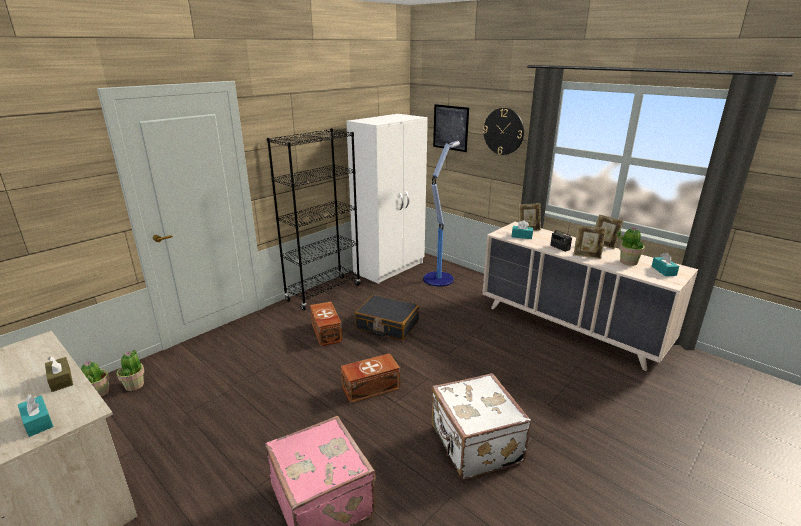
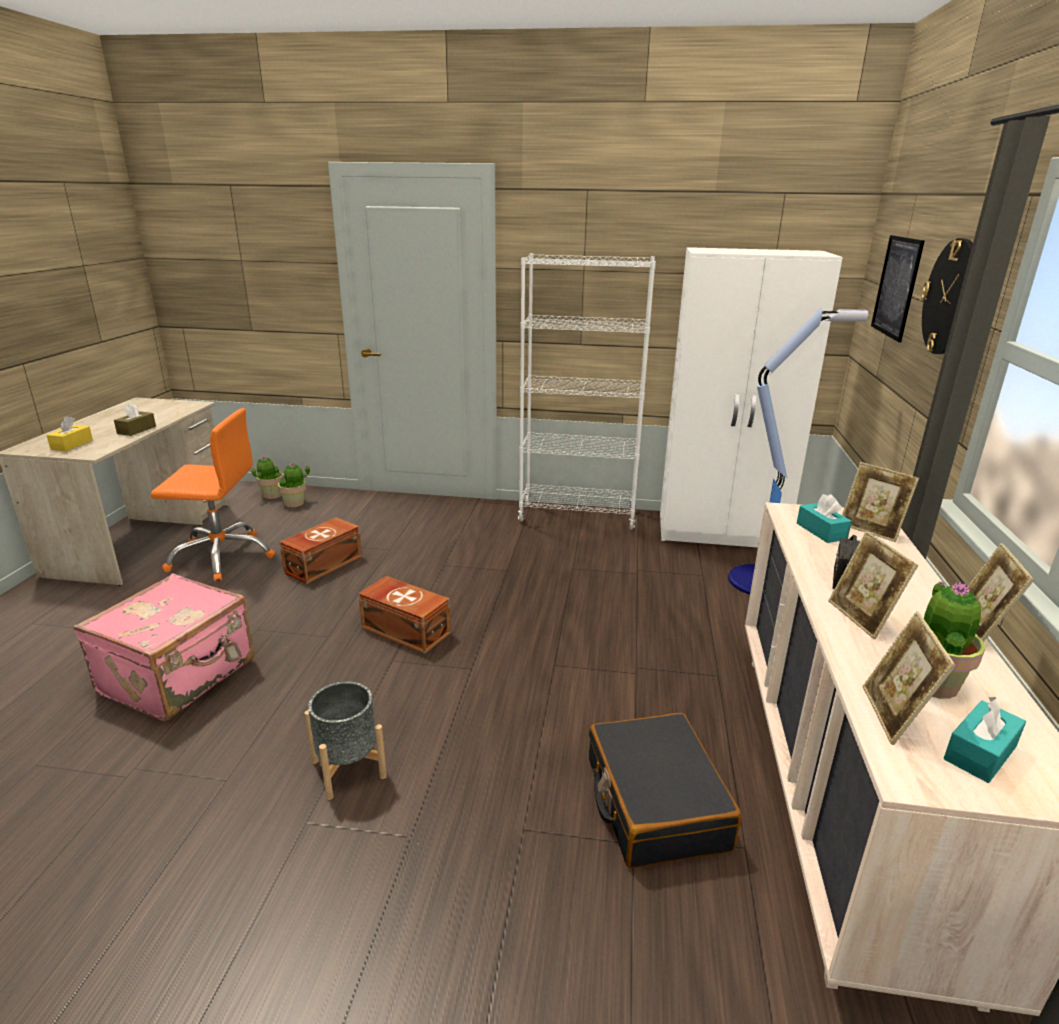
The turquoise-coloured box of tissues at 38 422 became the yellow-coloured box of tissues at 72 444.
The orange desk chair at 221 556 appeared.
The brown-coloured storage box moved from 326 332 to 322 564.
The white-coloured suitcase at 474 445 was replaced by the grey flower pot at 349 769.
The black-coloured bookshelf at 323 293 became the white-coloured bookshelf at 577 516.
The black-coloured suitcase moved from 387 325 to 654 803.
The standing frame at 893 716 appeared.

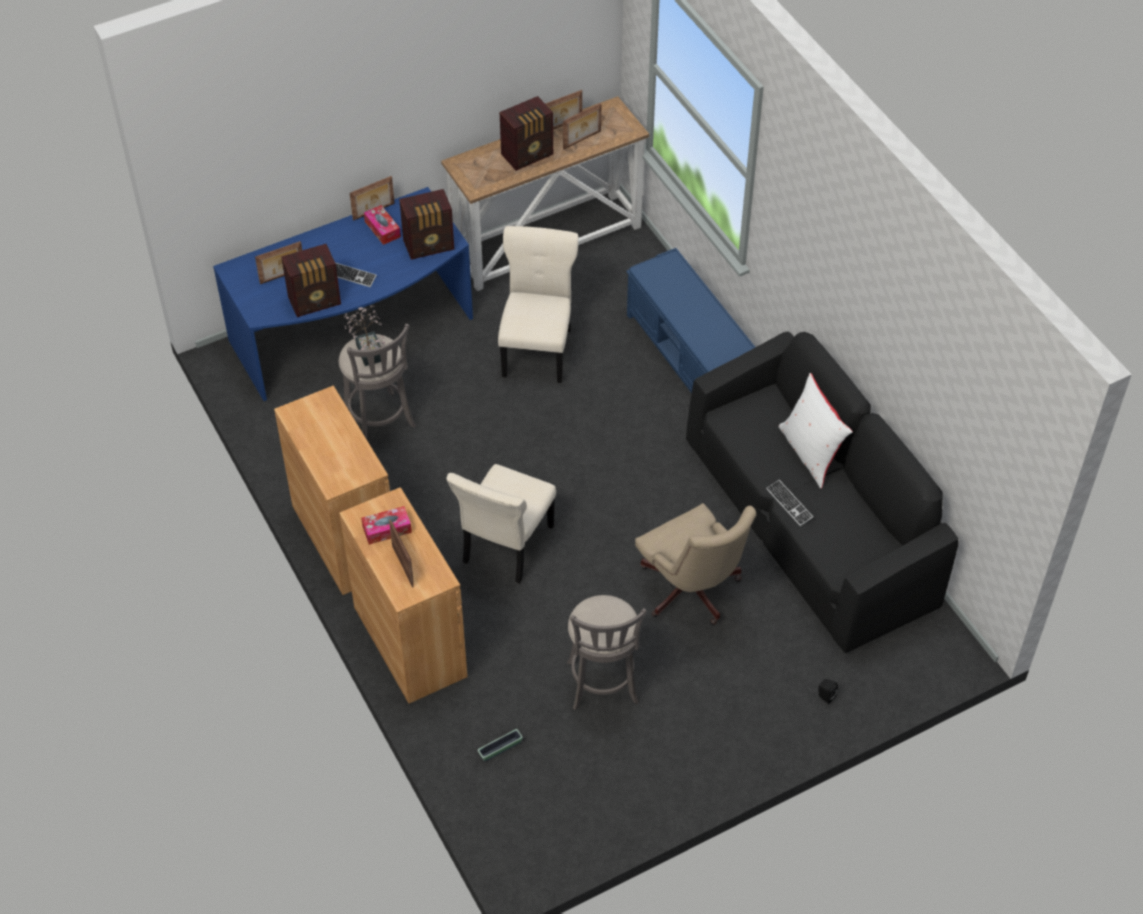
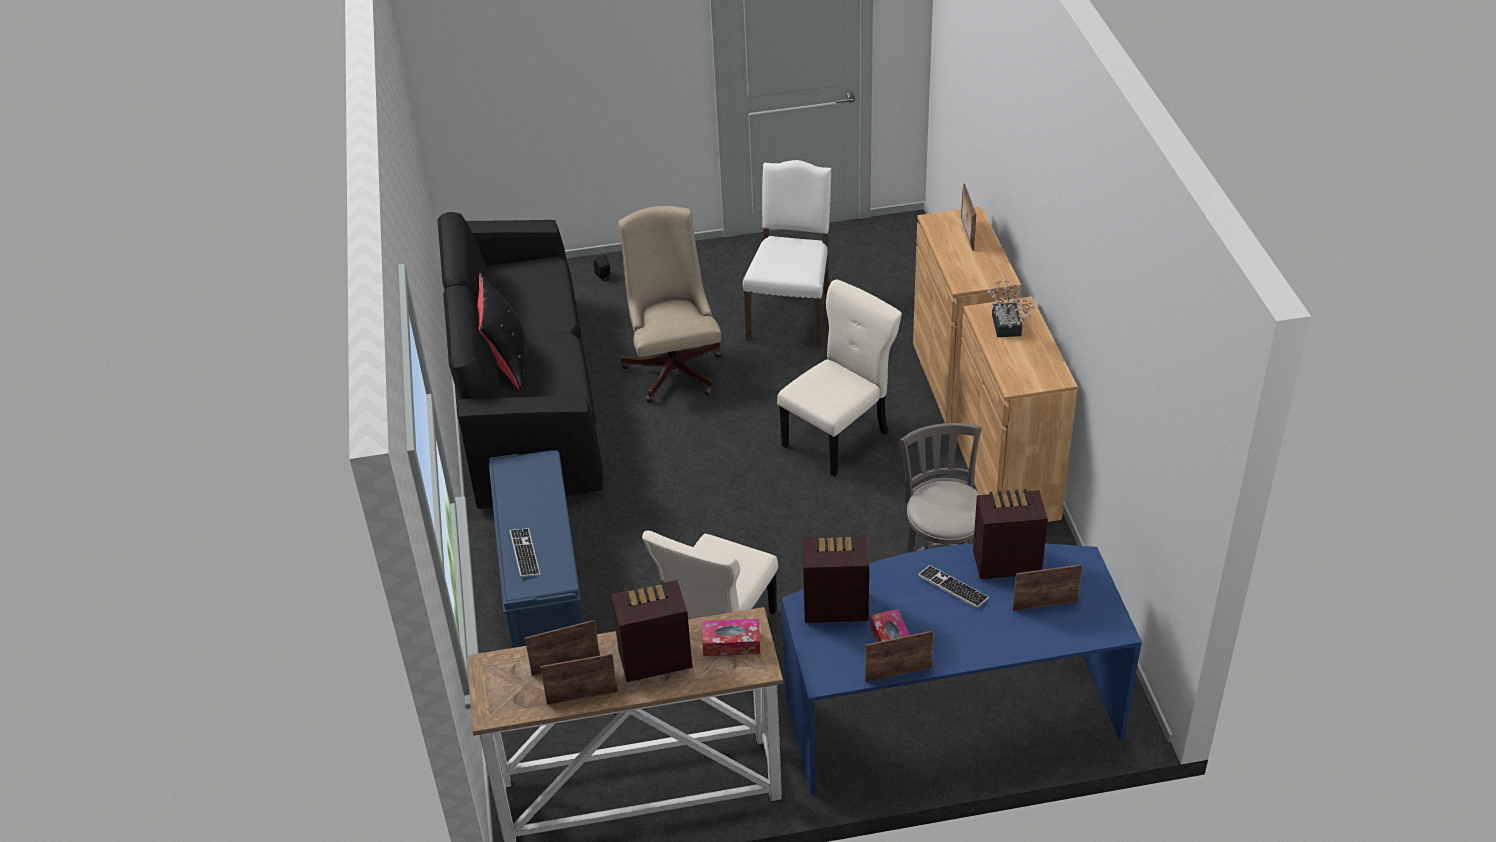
The white-coloured throw pillow at 810 453 became the black-coloured throw pillow at 506 361.
The keyboard moved from 789 503 to 524 553.
The box of tissues moved from 387 529 to 731 643.
The grey stool at 603 686 was replaced by the white-coloured chair at 792 316.
The plant in a pot moved from 369 349 to 1006 328.
The flower pot at 500 749 disappeared.

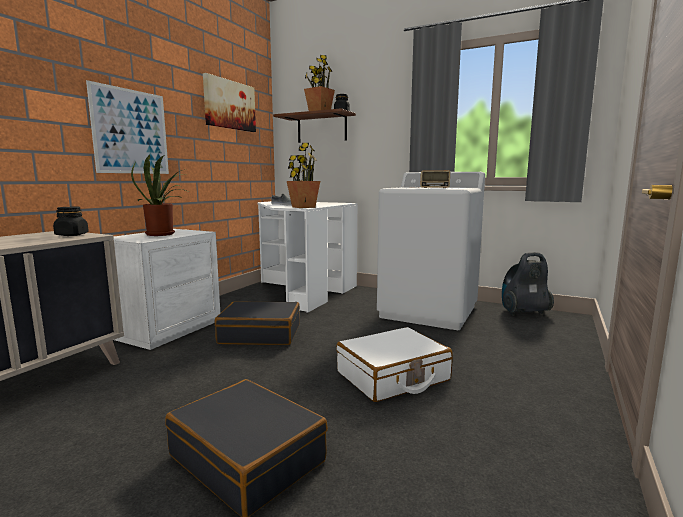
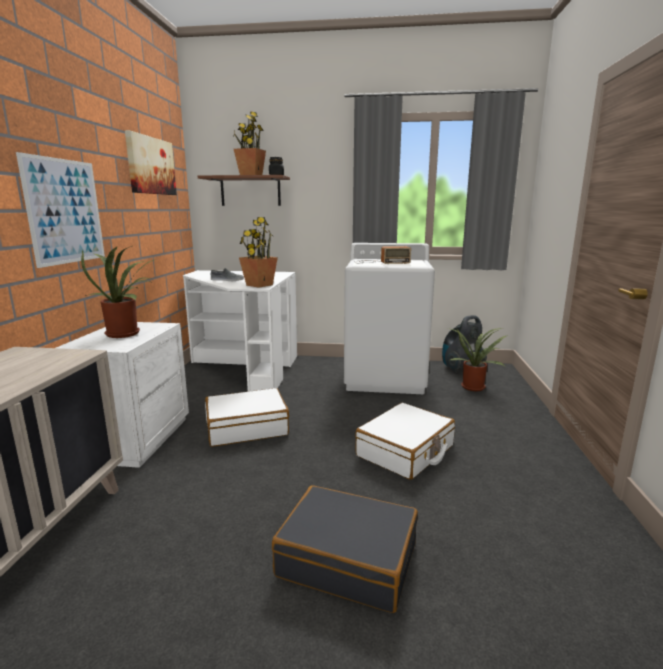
The black-coloured suitcase at 260 334 became the white-coloured suitcase at 246 427.
The plant in a pot at 474 386 appeared.
The black-coloured preserve jar at 72 235 disappeared.

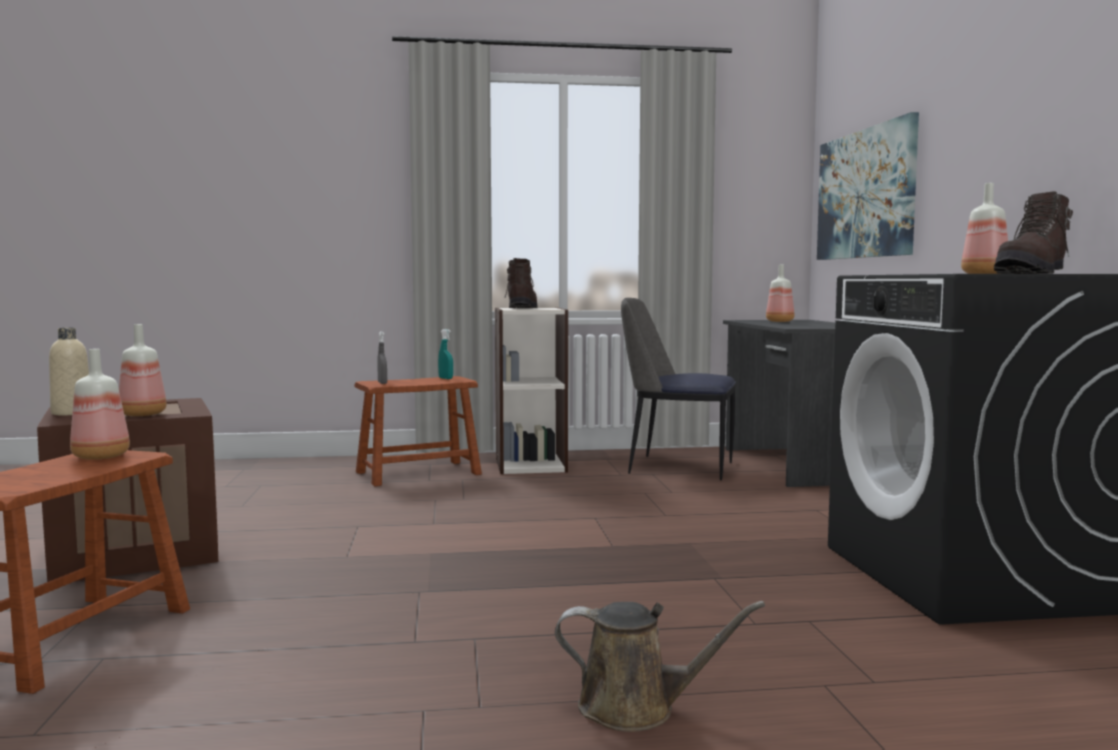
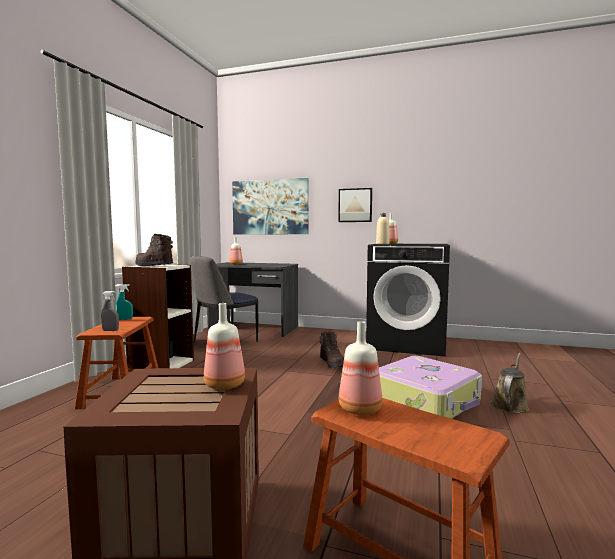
The brown-coloured tall boot moved from 1033 274 to 333 363.
The wall picture at 355 205 appeared.
The sand-coloured bottle moved from 71 413 to 382 244.
The suitcase at 426 401 appeared.

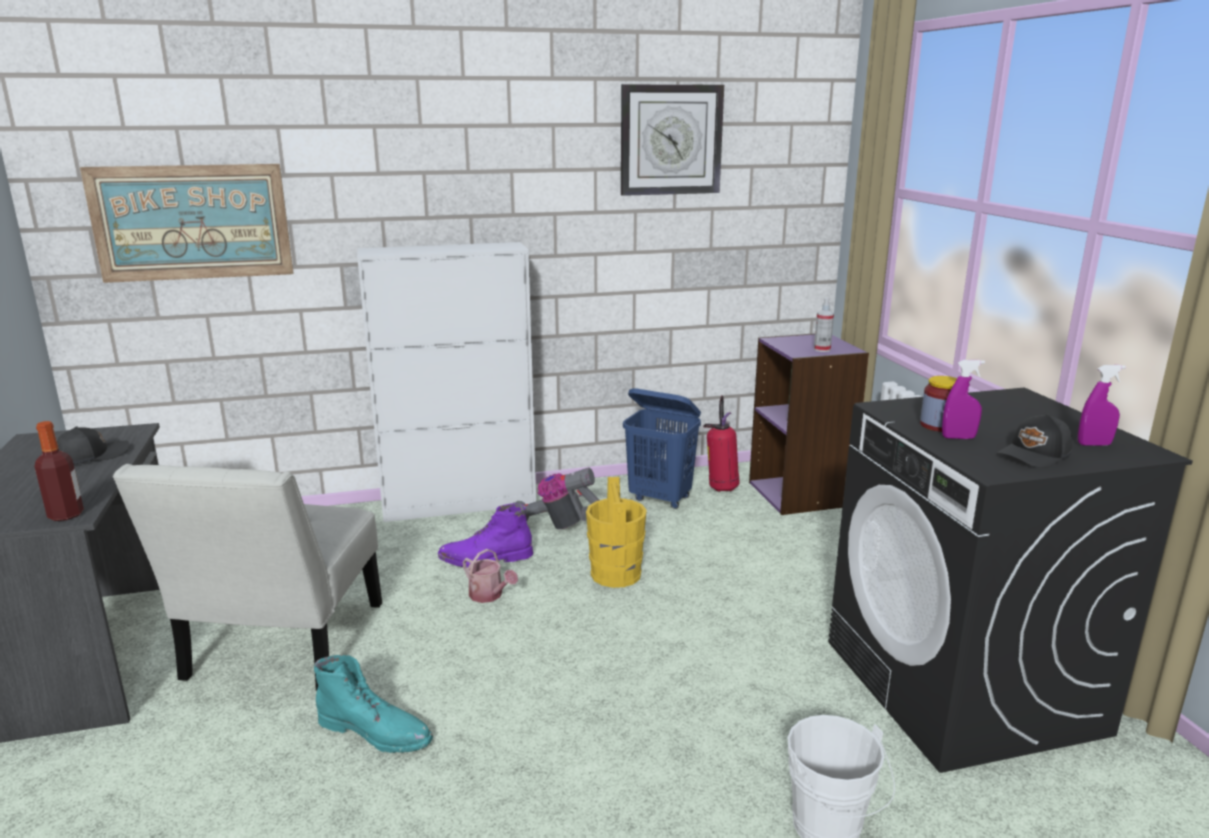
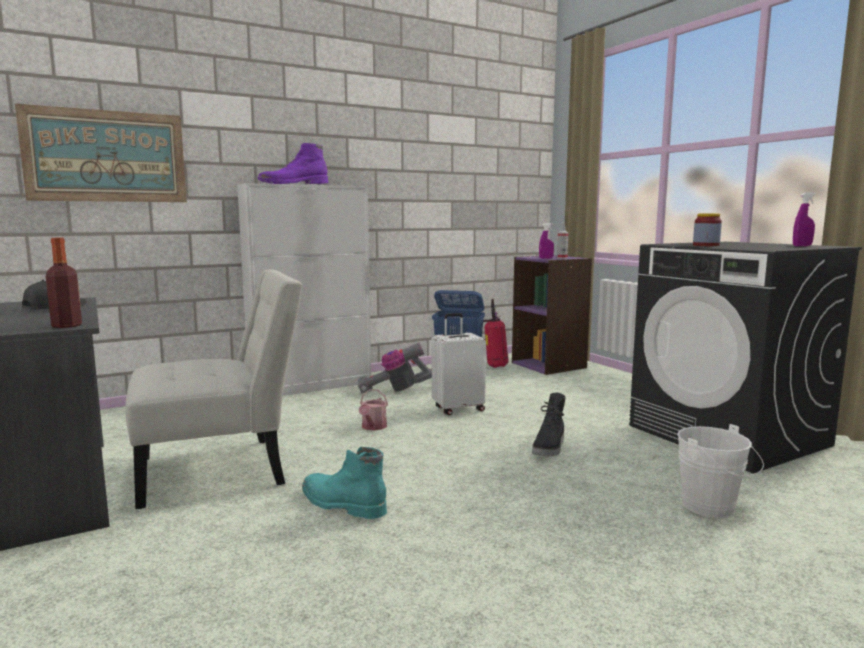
The white-coloured chair at 280 647 turned 105 degrees counterclockwise.
The purple-coloured tall boot moved from 485 559 to 293 184.
The turquoise-coloured tall boot at 377 731 turned 150 degrees counterclockwise.
The sprinkling can at 489 595 turned 75 degrees clockwise.
The yellow-coloured water bucket at 616 574 was replaced by the white-coloured suitcase at 458 409.
The black-coloured tall boot at 550 448 appeared.
The purple-coloured spray bottle moved from 958 438 to 546 258.
The wall clock at 670 140 disappeared.
The black-coloured baseball cap at 1035 455 disappeared.

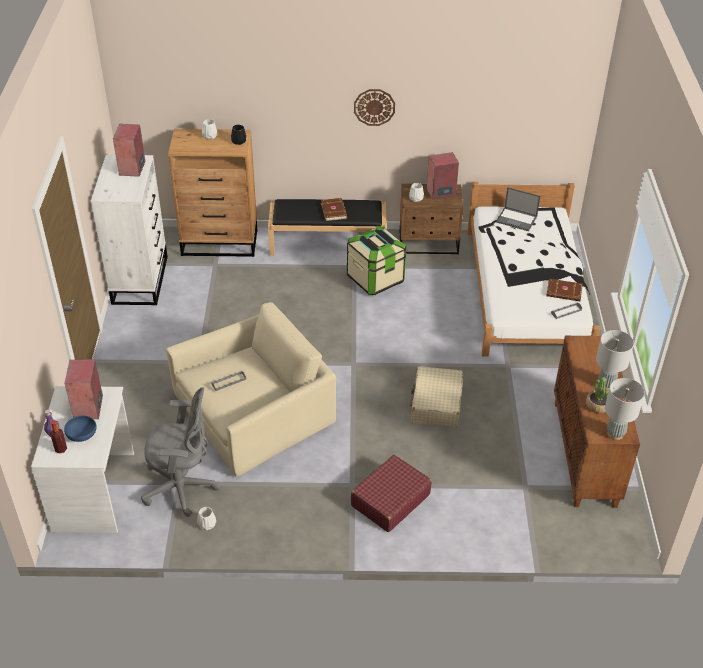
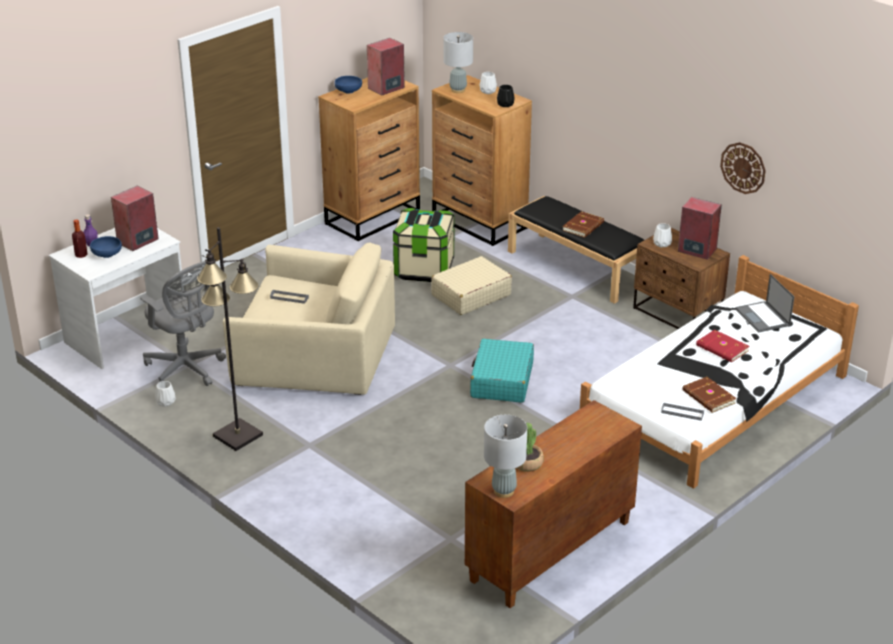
The black-coloured standing lamp at 237 435 appeared.
The white-coloured drawer chest at 140 279 became the brown-coloured drawer chest at 373 217.
The blue deep dish at 348 91 appeared.
The storage box moved from 375 279 to 424 269.
The sand-coloured suitcase moved from 436 404 to 470 295.
The grey table lamp moved from 606 384 to 458 90.
The turquoise-coloured suitcase at 501 381 appeared.
The red-coloured volume at 722 348 appeared.
The wall clock moved from 374 107 to 743 168.
The red-coloured suitcase at 390 500 disappeared.

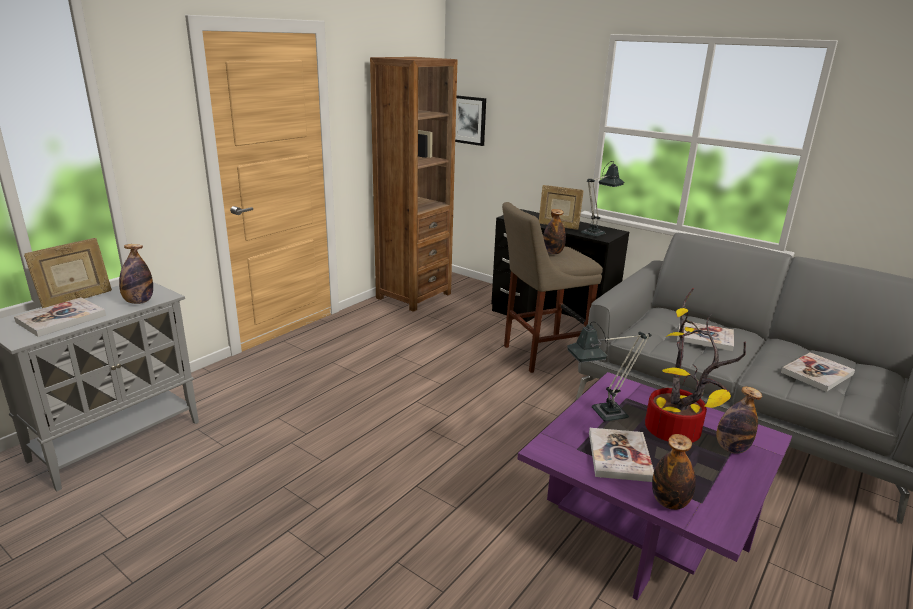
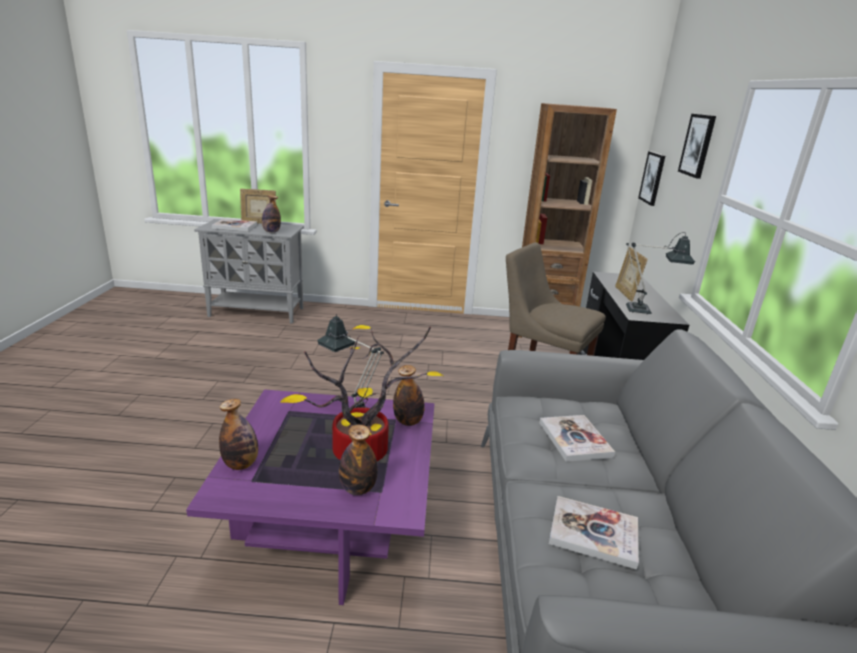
The bottle moved from 552 252 to 408 421.
The wall picture at 697 145 appeared.
The volume at 619 456 disappeared.

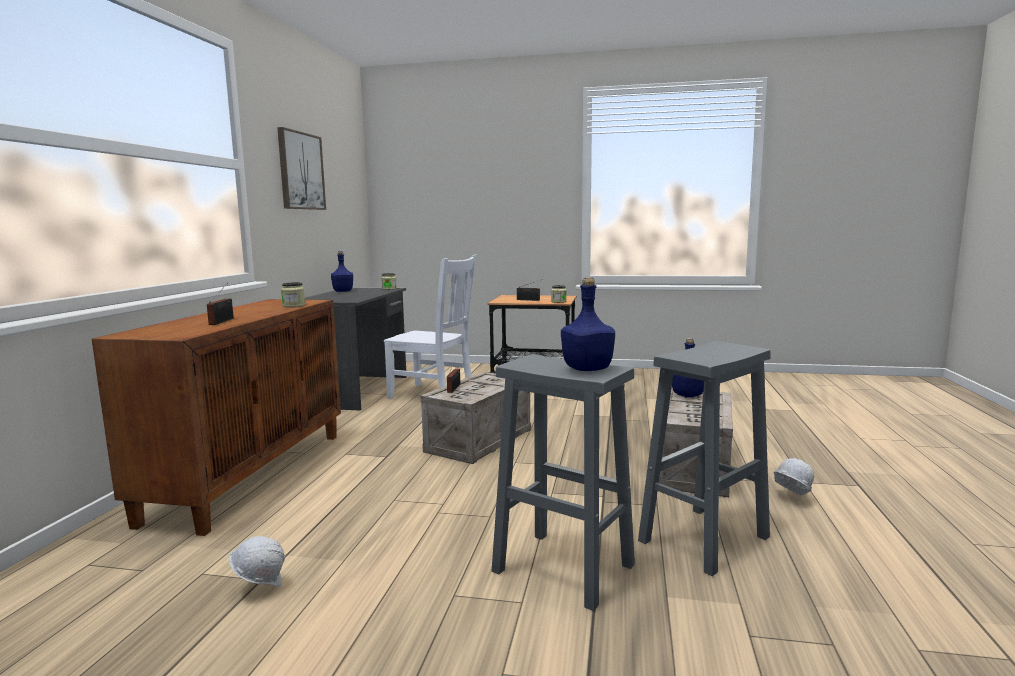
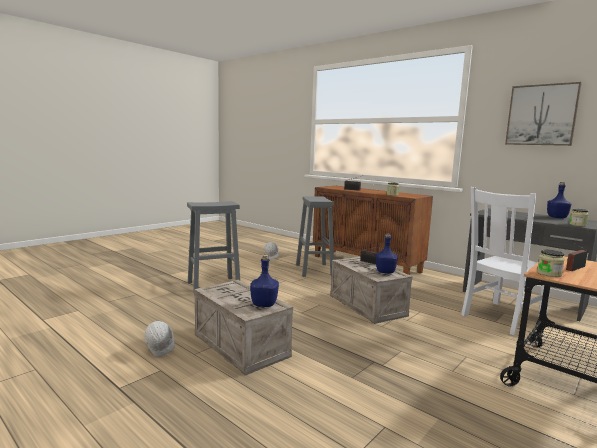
The grey stool moved from 703 540 to 314 270.
The blue bottle moved from 586 369 to 385 272.

